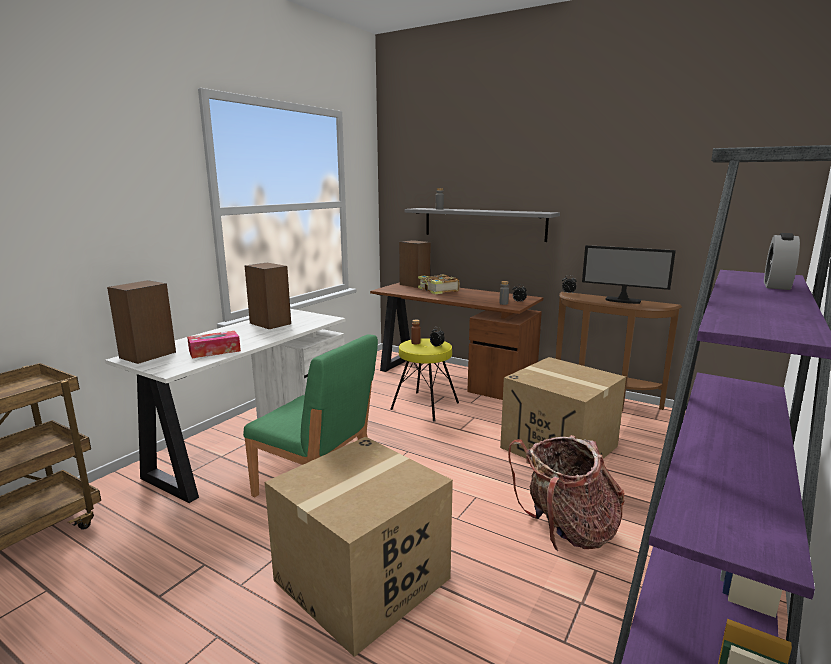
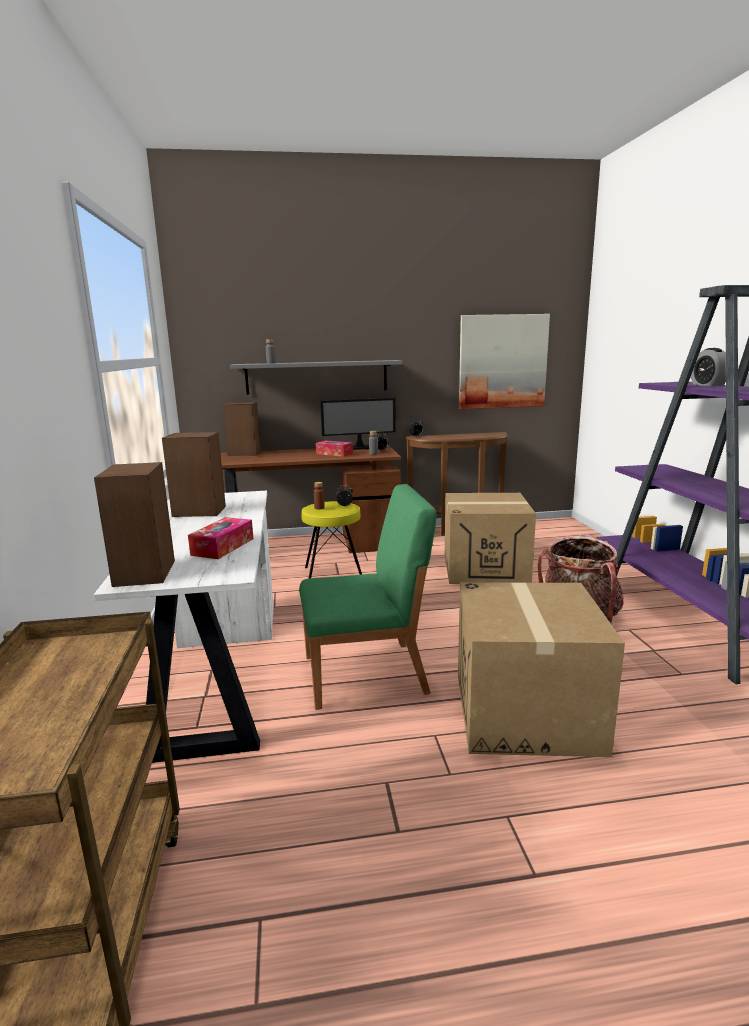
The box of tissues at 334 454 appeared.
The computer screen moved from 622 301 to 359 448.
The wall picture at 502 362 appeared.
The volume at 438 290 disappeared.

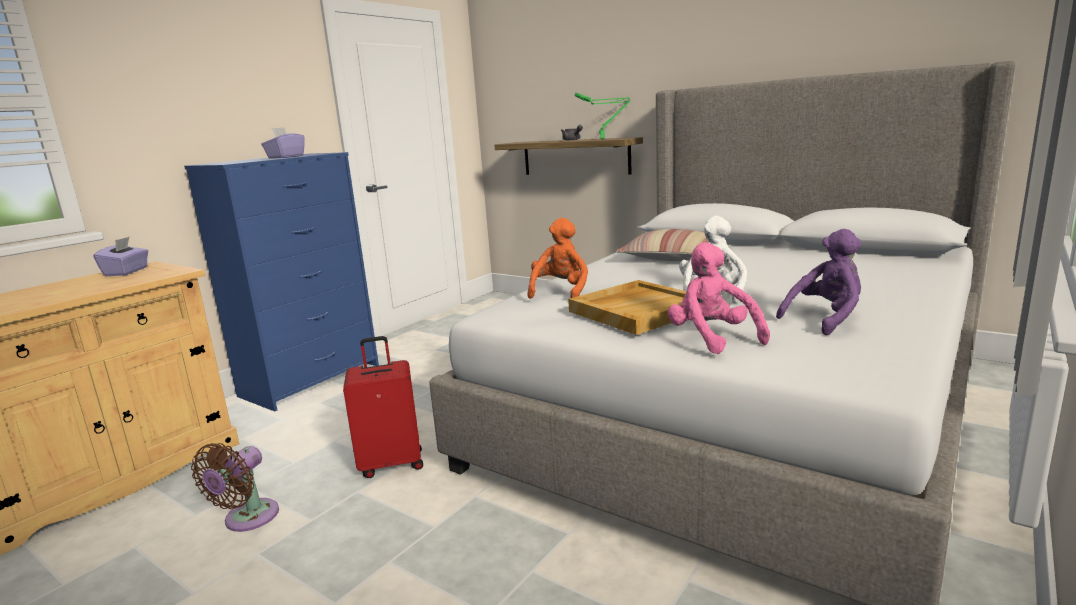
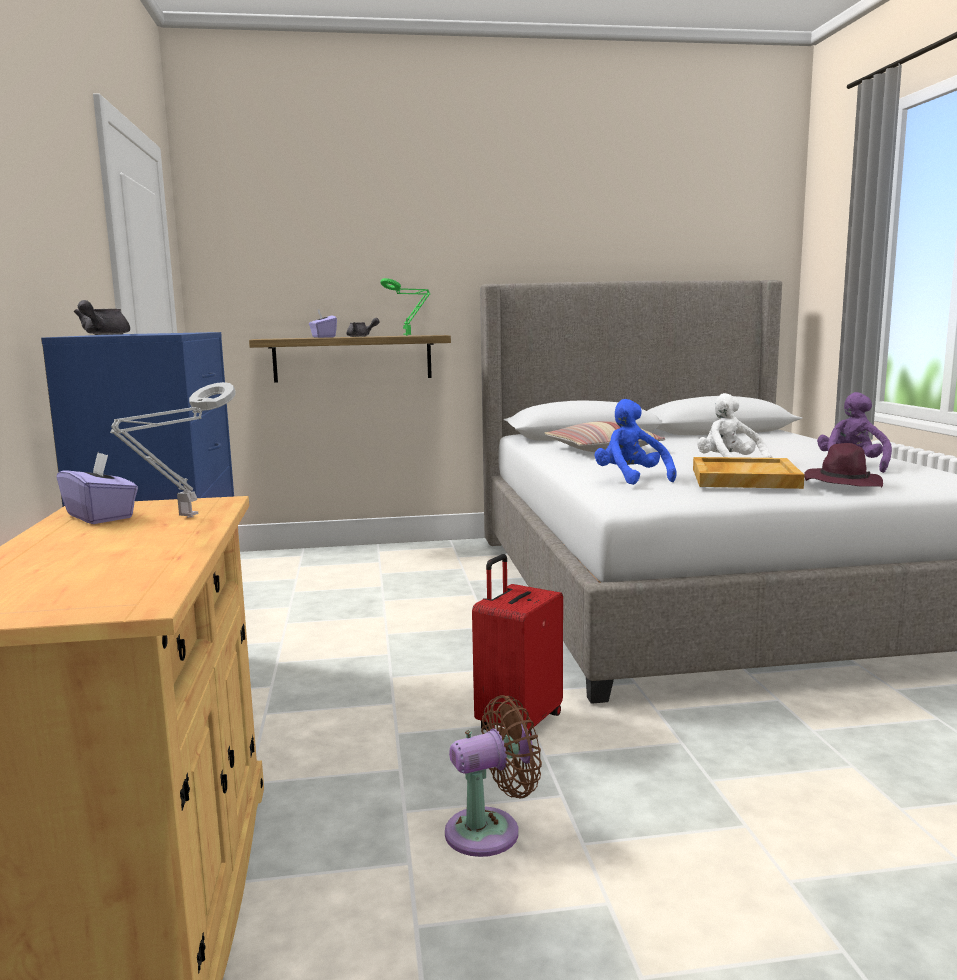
The grey pot for tea at 103 334 appeared.
The grey table lamp at 185 518 appeared.
The purple-coloured box of tissues moved from 286 157 to 323 337.
The brown-coloured cooling fan at 247 519 turned 90 degrees counterclockwise.
The orange soft toy at 560 292 became the blue soft toy at 631 479.
The pinkish soft toy at 712 338 was replaced by the purple-coloured hat at 842 483.

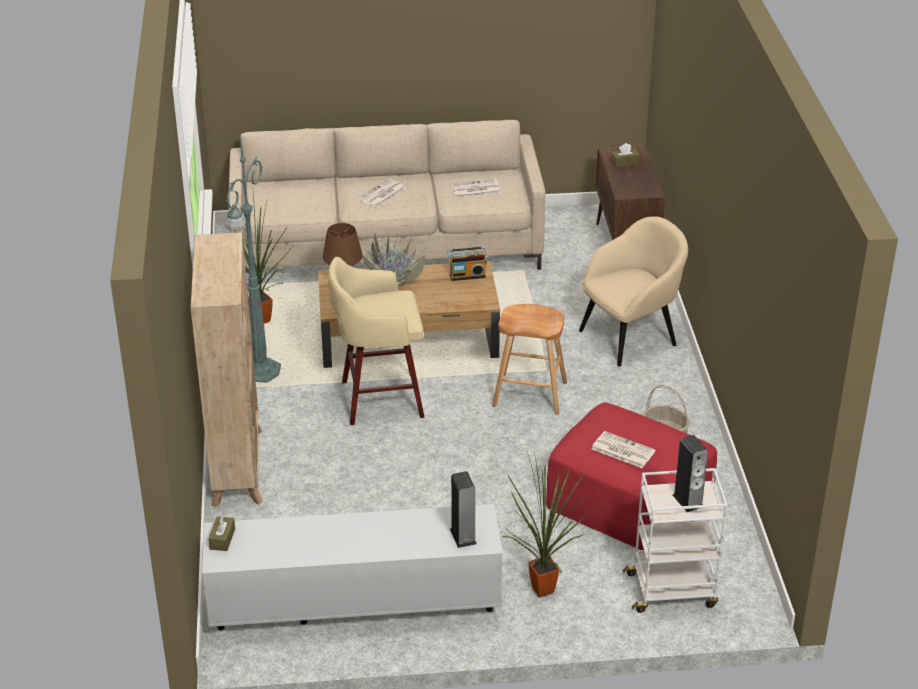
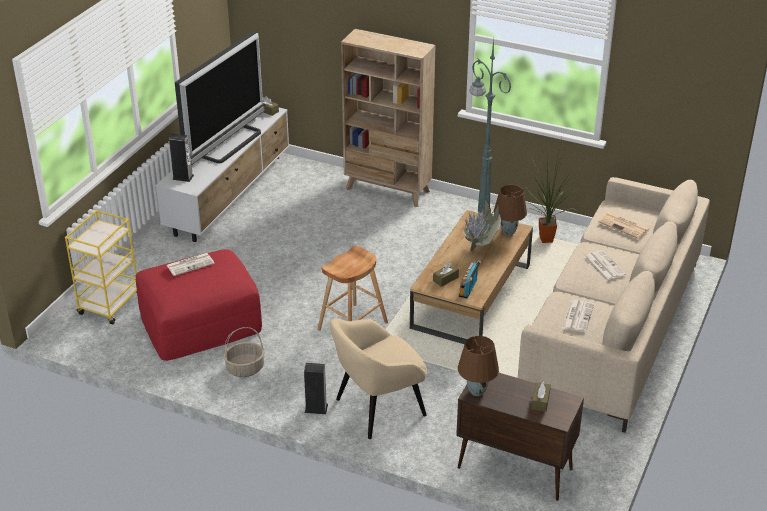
The white-coloured trolley at 672 590 became the yellow-coloured trolley at 110 305.
The TV at 229 143 appeared.
The audio speaker moved from 688 501 to 316 408.
The sand-coloured lounge chair at 629 337 turned 60 degrees clockwise.
The brown-coloured box of tissues at 445 279 appeared.
The brown-coloured table lamp at 476 391 appeared.
The printed paper at 624 226 appeared.
The sand-coloured stool at 378 399 disappeared.
The plant in a pot at 541 587 disappeared.

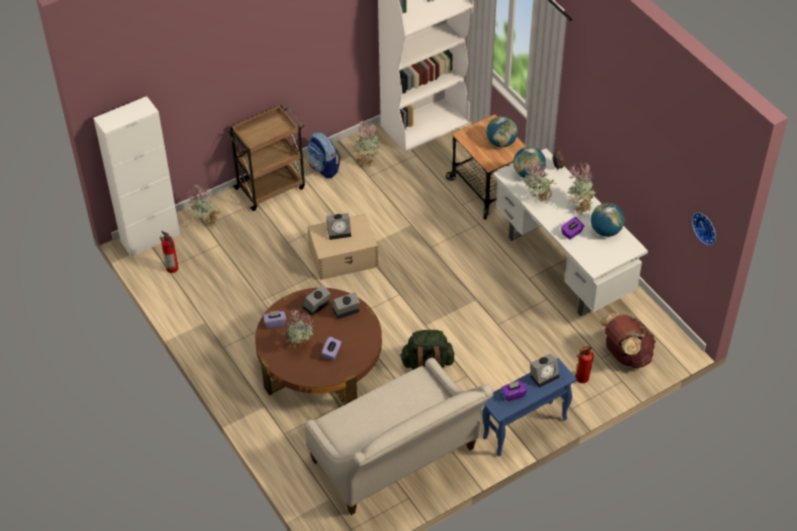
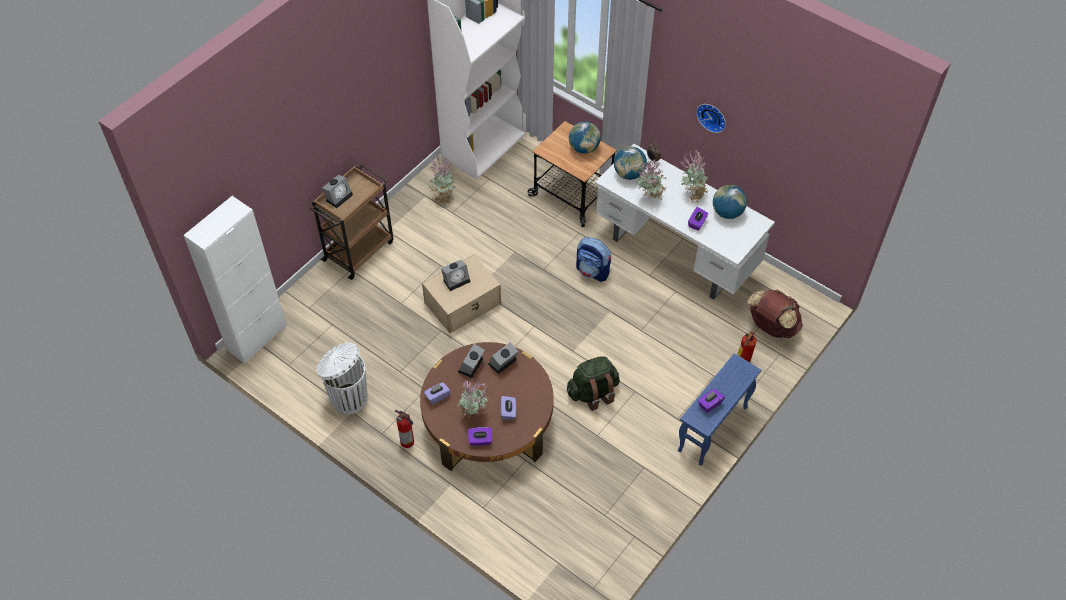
The white-coloured rubbish bin at 348 398 appeared.
The alarm clock moved from 544 375 to 339 196.
The fire-fighting cylinder moved from 172 269 to 408 442.
The purple-coloured box of tissues at 480 440 appeared.
The knapsack moved from 324 168 to 593 271.
The wall clock moved from 706 227 to 712 116.
The plant in a pot at 206 223 disappeared.
The sand-coloured sofa at 398 461 disappeared.

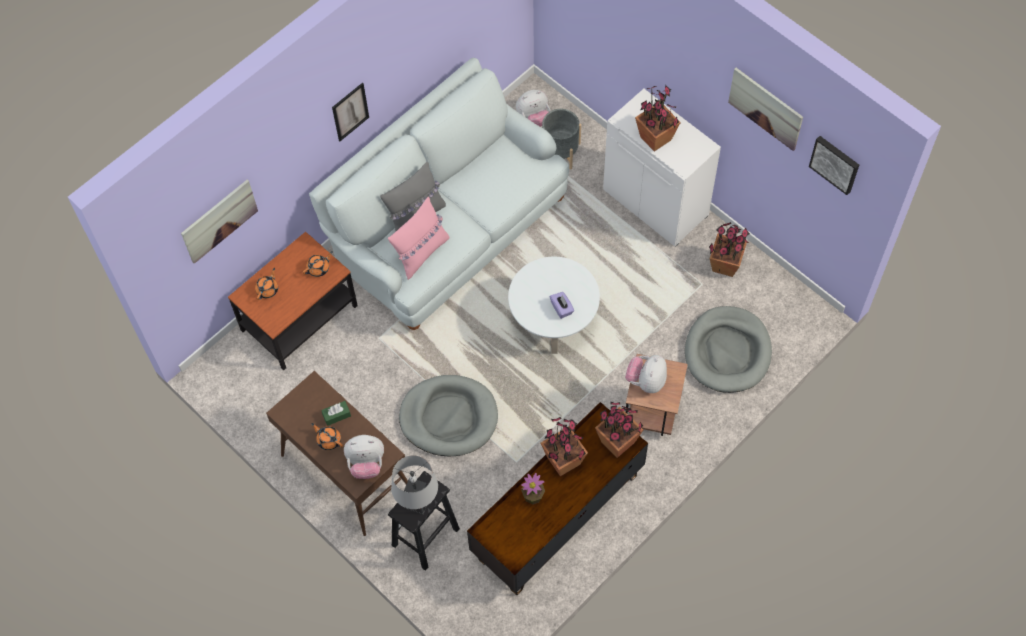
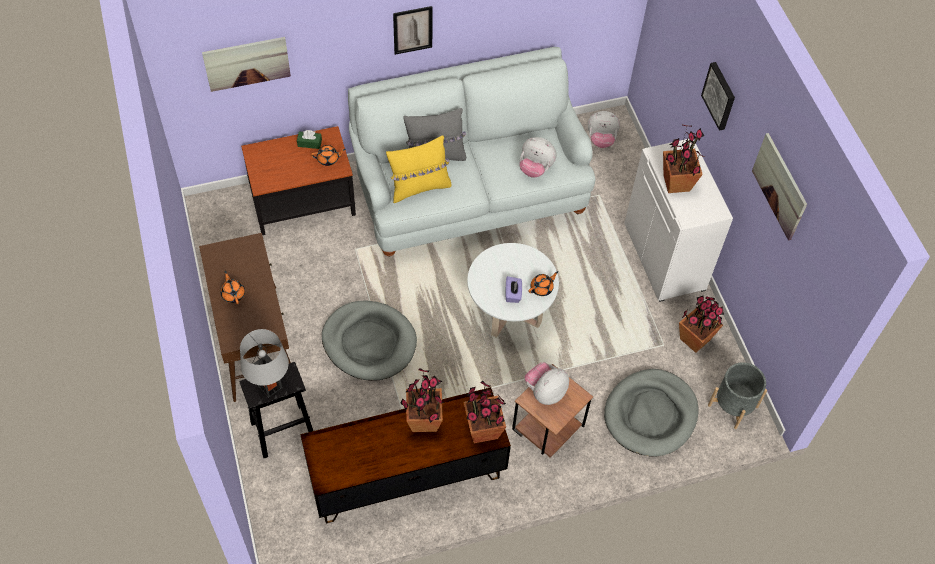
The green-coloured box of tissues moved from 336 415 to 309 143.
The pinkish throw pillow at 421 253 became the yellow-coloured throw pillow at 419 187.
The soft toy moved from 366 463 to 535 168.
The orange pot for tea moved from 267 289 to 542 288.
The wall picture moved from 835 163 to 720 95.
The grey flower pot moved from 560 152 to 733 406.
The plant in a pot at 533 496 disappeared.

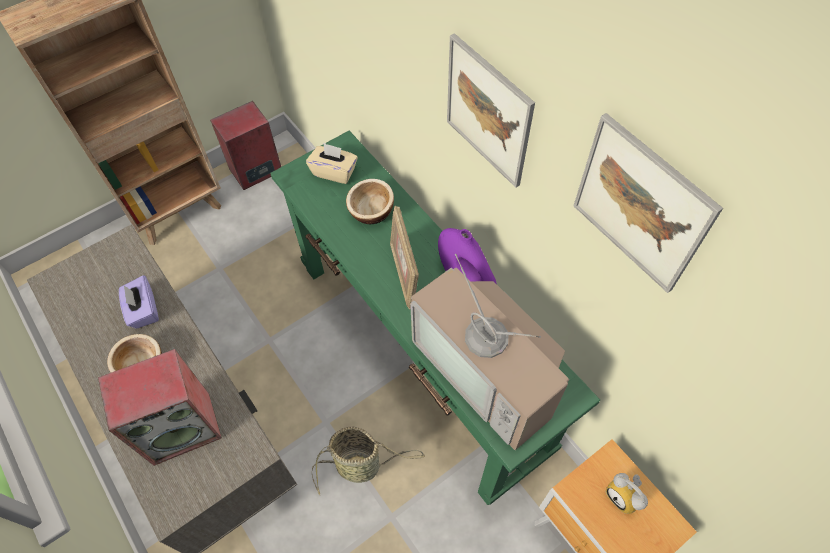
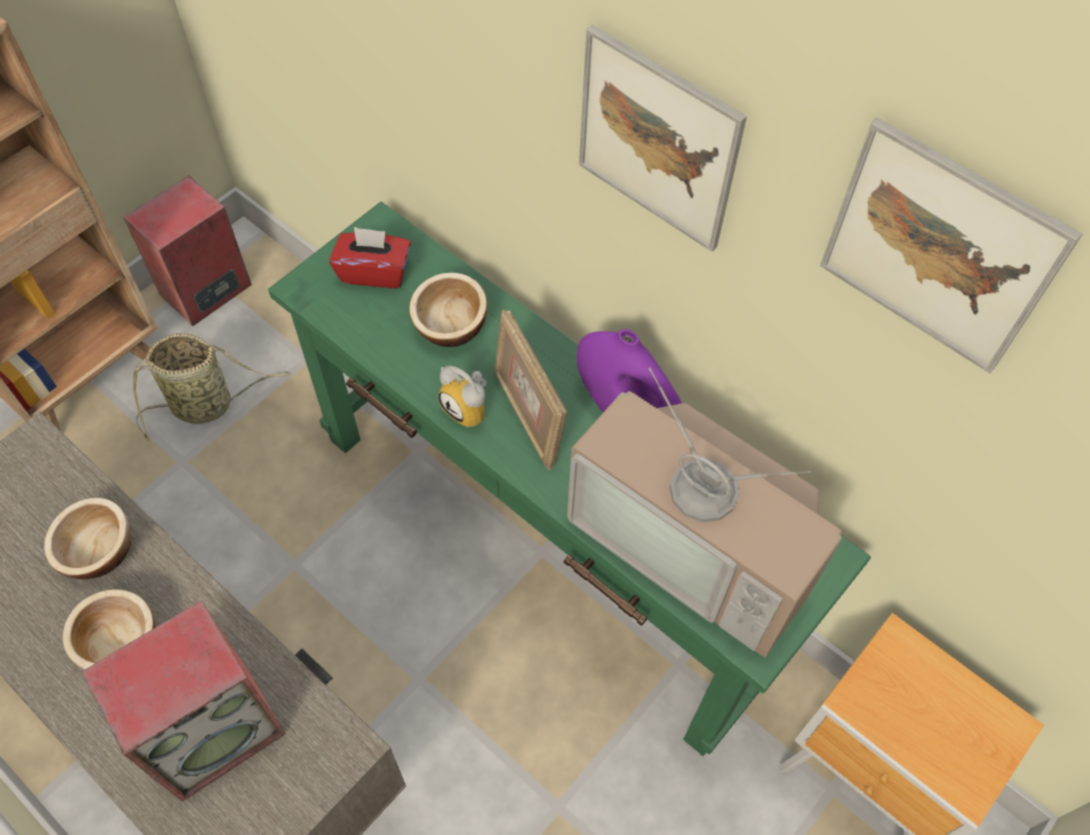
The purple-coloured box of tissues at 143 310 was replaced by the deep dish at 99 550.
The household basket moved from 362 465 to 207 405.
The sand-coloured box of tissues at 334 172 became the red-coloured box of tissues at 374 272.
The alarm clock moved from 624 496 to 470 409.

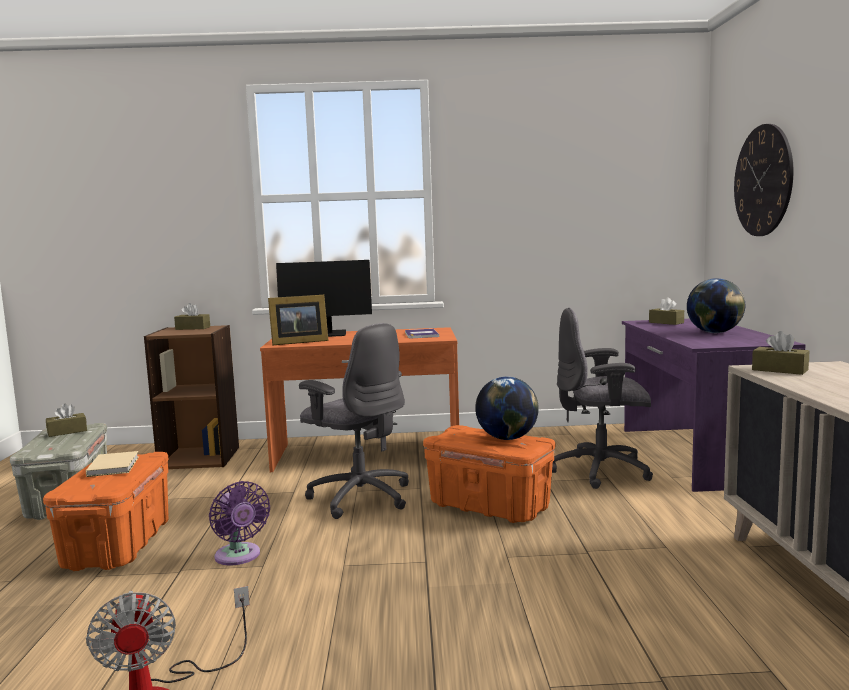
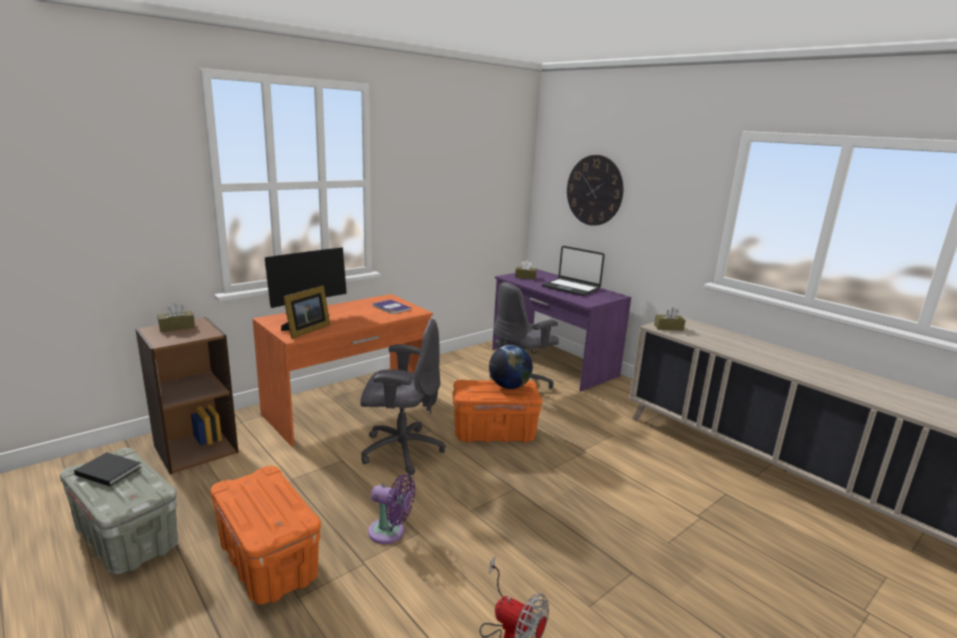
The brown-coloured box of tissues at 67 432 was replaced by the black-coloured volume at 108 470.
The globe at 714 333 was replaced by the portable computer at 571 288.
The sand-coloured volume at 114 466 disappeared.

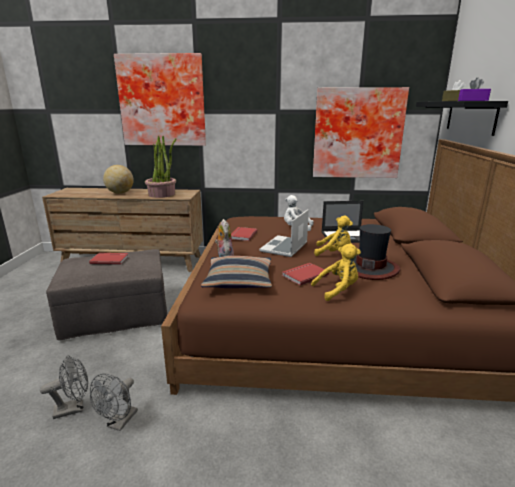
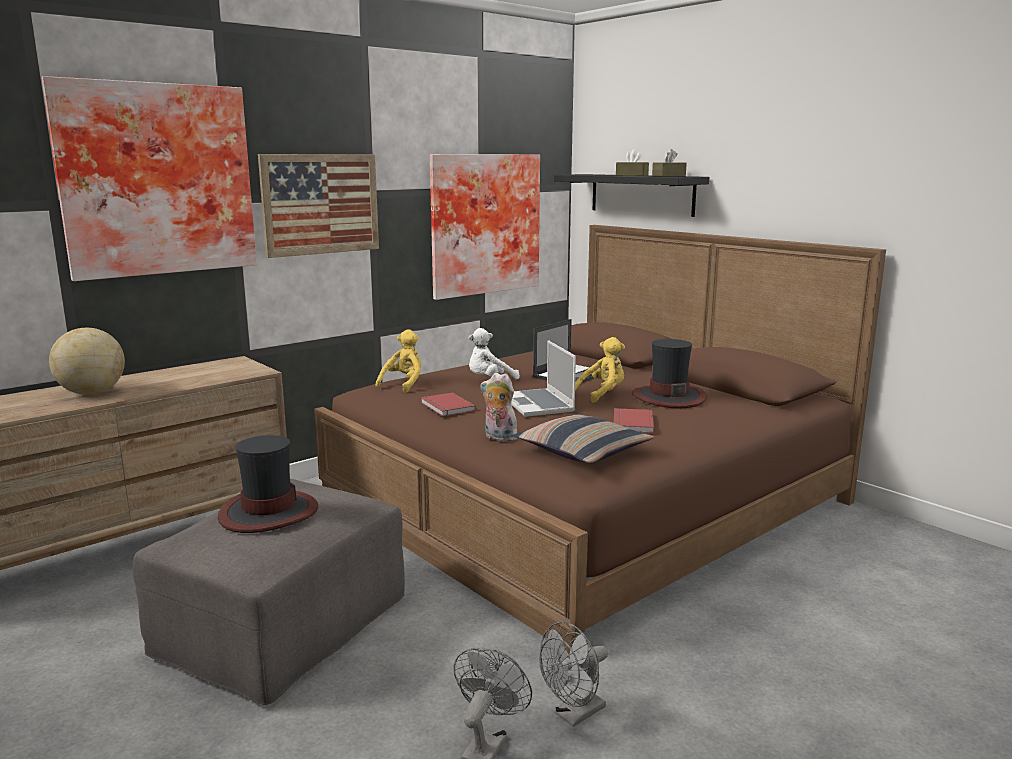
The red-coloured volume at 110 259 was replaced by the hat at 268 513.
The wall picture at 321 204 appeared.
The yellow-coloured soft toy moved from 338 290 to 403 384.
The grey cooling fan at 119 423 turned 75 degrees clockwise.
The purple-coloured box of tissues at 472 100 became the brown-coloured box of tissues at 668 176.
The plant in a pot at 162 194 disappeared.

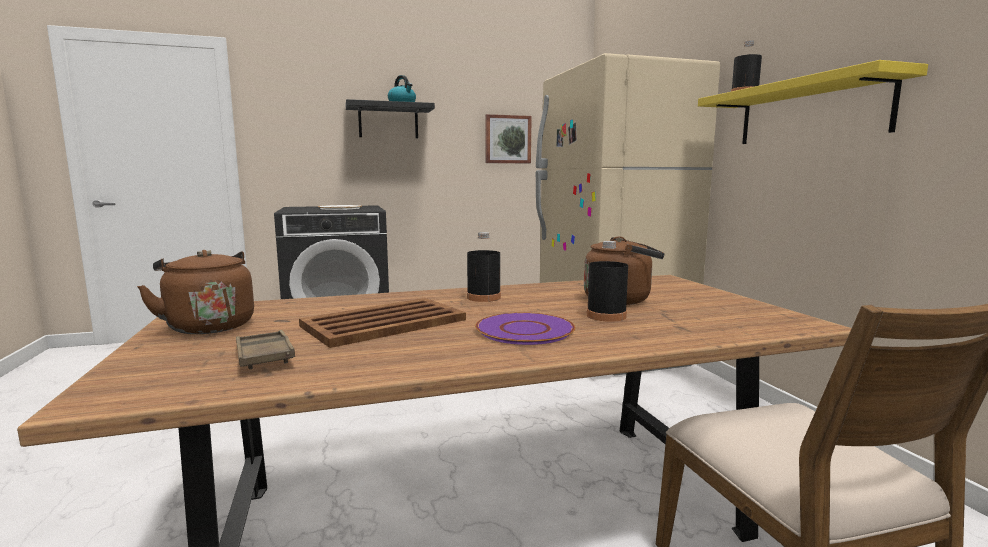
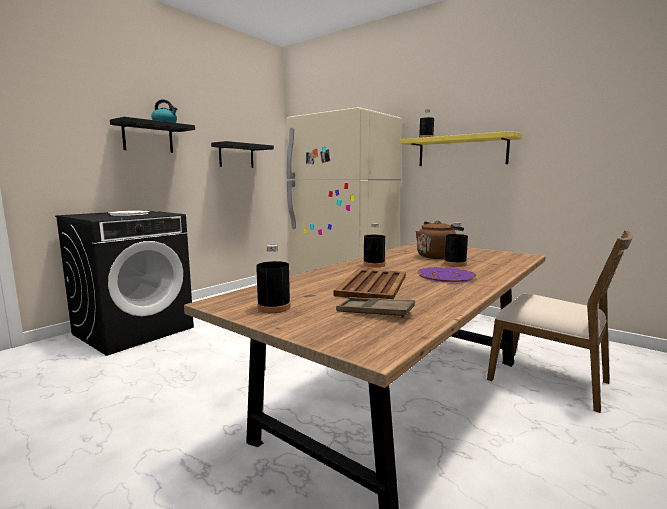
The wall picture at 507 139 was replaced by the black-coloured bracket shelf at 236 156.
The brown-coloured water kettle at 208 326 was replaced by the black-coloured bottle at 274 307.

